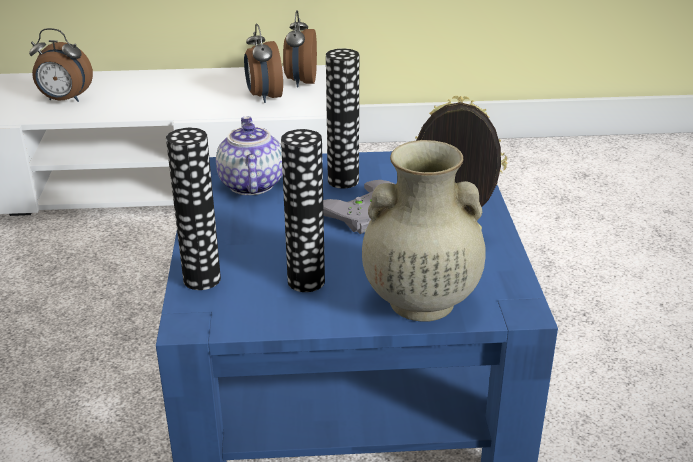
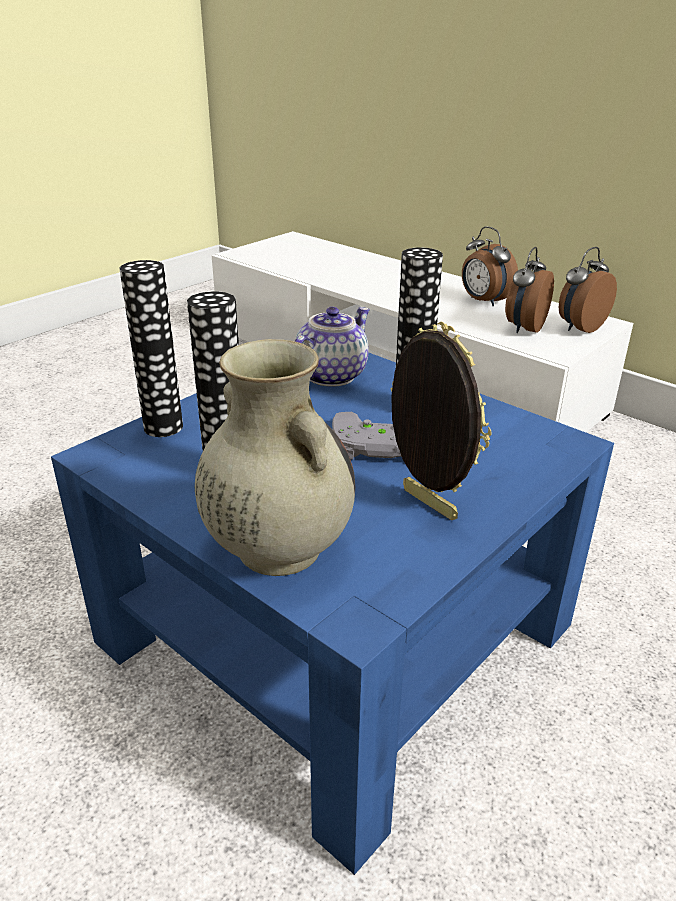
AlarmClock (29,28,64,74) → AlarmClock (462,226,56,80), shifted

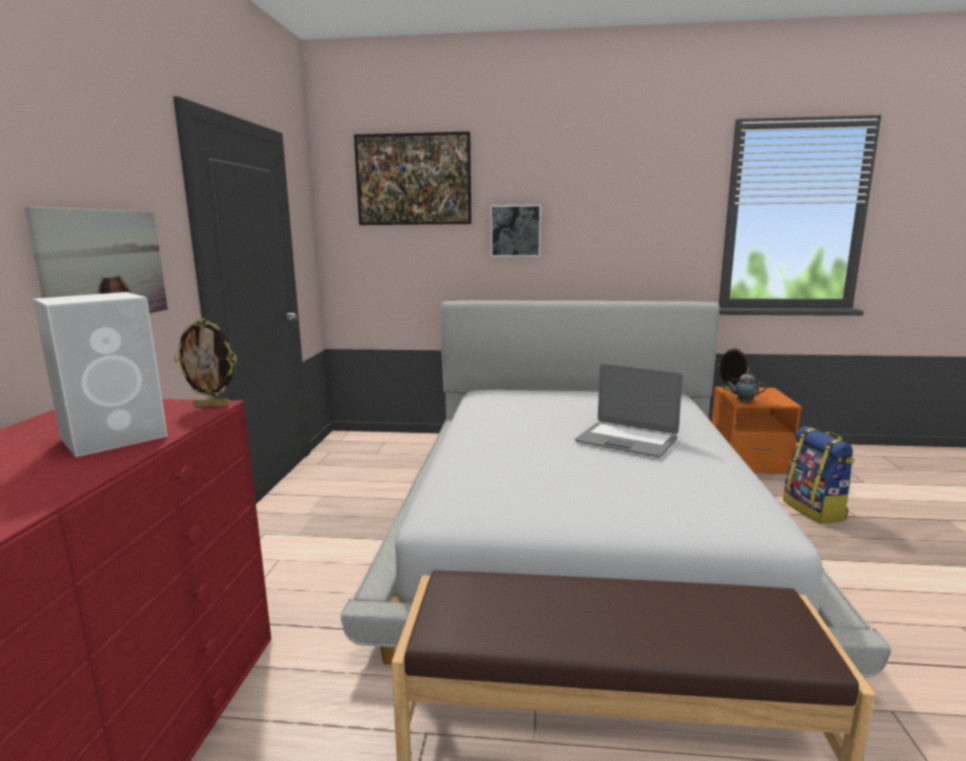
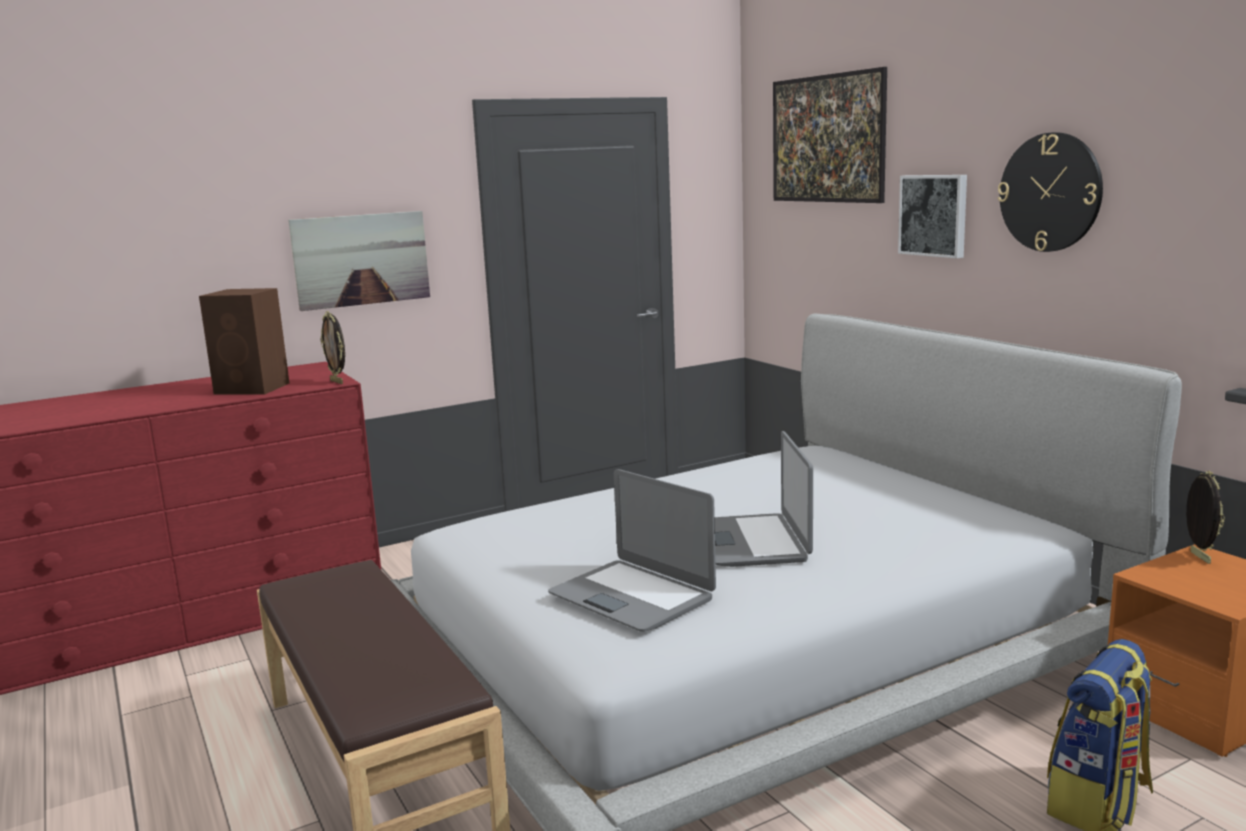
WhiteSpeaker (33,292,135,165) → BrownSpeaker (199,288,90,107)
Teapot (726,372,41,31) → -
- → Laptop (548,469,168,163)
- → WallClock (998,132,105,120)

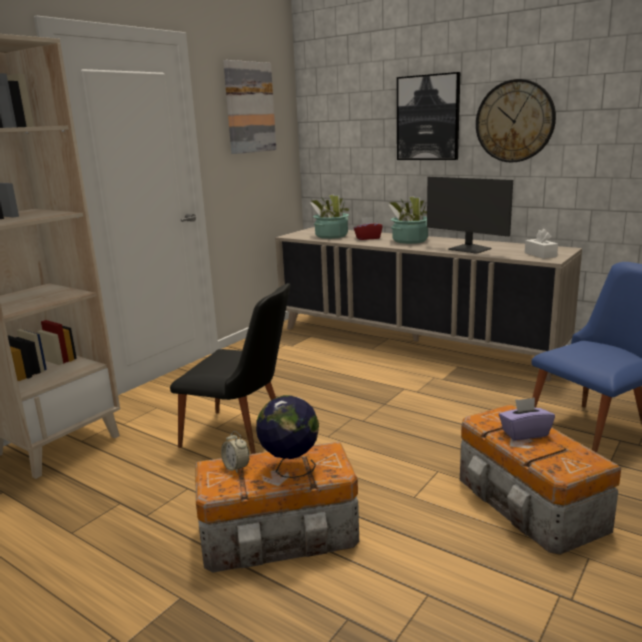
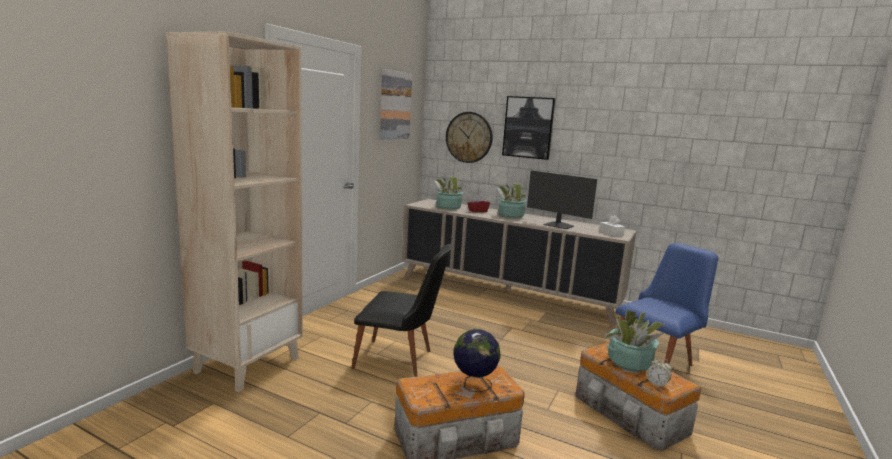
AlarmClock (221,431,28,43) → AlarmClock (646,357,26,32), shifted
WallClock (476,79,80,84) → WallClock (446,112,46,51), shifted
PurpleTissueBox (499,398,56,43) → PottedPlant (605,310,59,62)

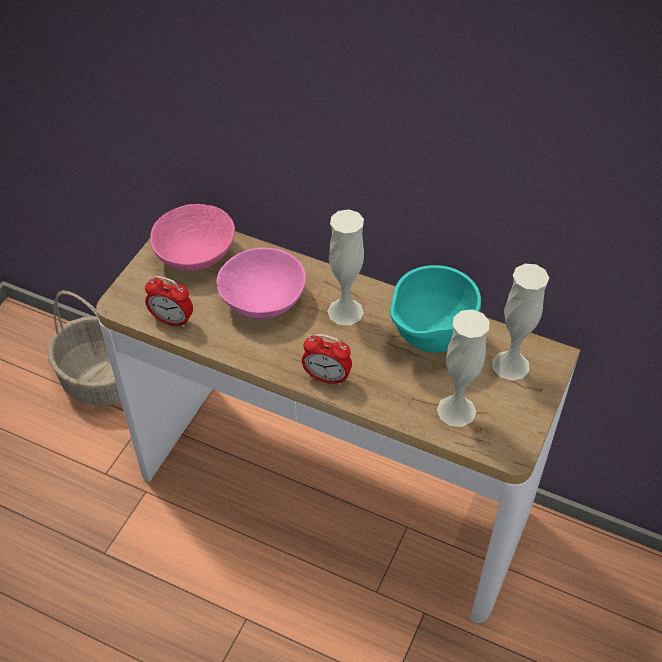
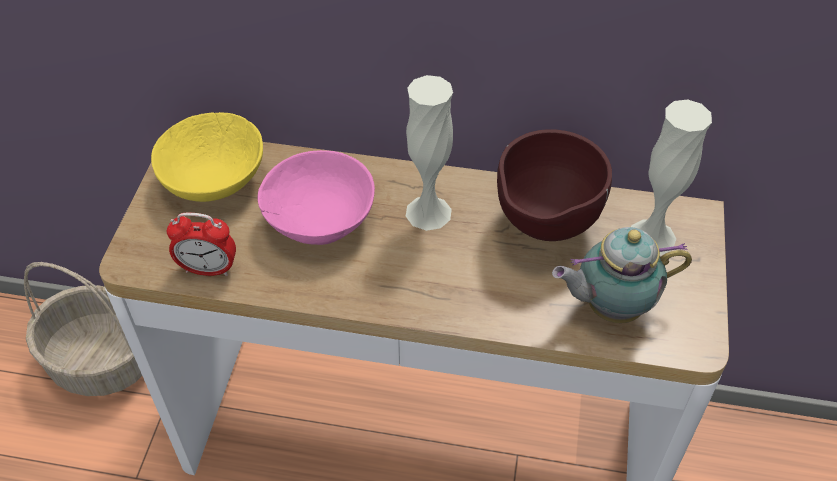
PinkBowl (150,204,85,67) → YellowBowl (151,112,112,90)
AlarmClock (302,334,50,51) → -
TurquoiseBowl (390,265,91,88) → BrownBowl (497,129,115,112)
WhiteVase (437,309,53,118) → Teapot (552,227,140,96)

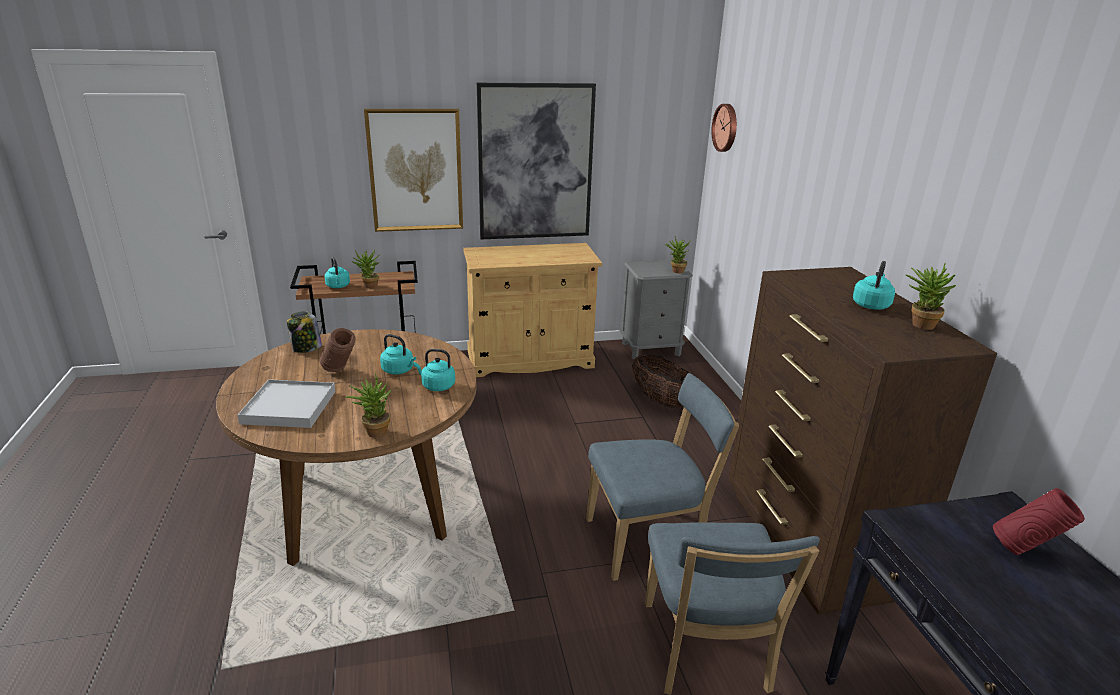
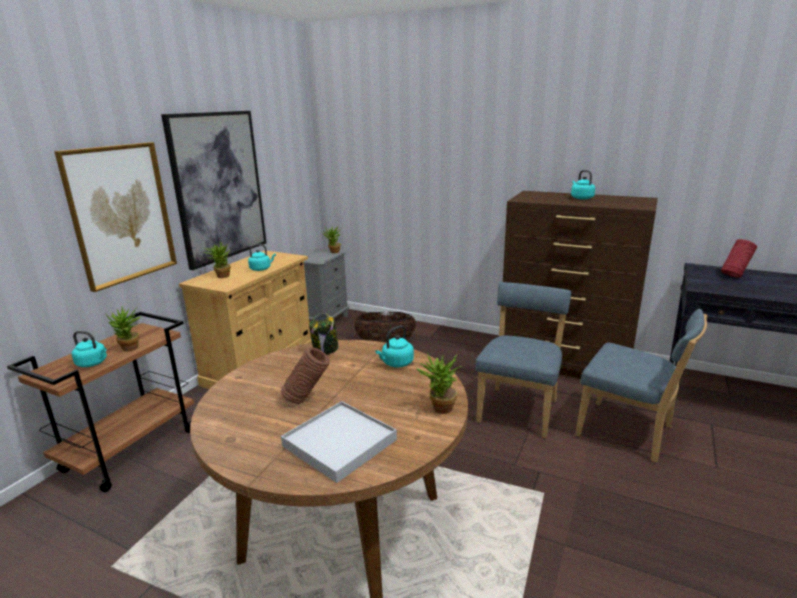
Jar (287,311,35,42) → Jar (309,313,30,42), shifted
TurquoiseKettle (380,334,36,40) → TurquoiseKettle (248,244,28,27), shifted
WallClock (711,104,26,48) → -
PottedPlant (906,264,50,66) → PottedPlant (203,242,28,36), shifted

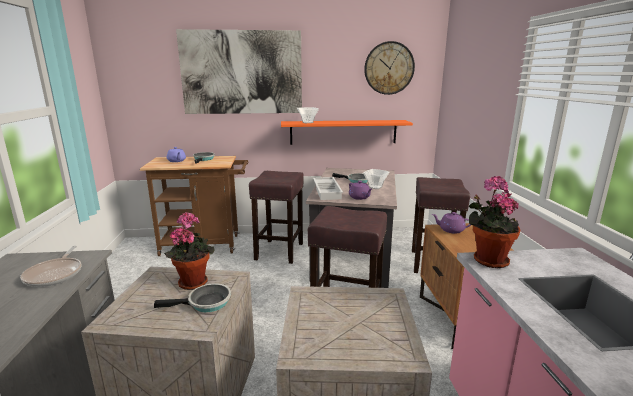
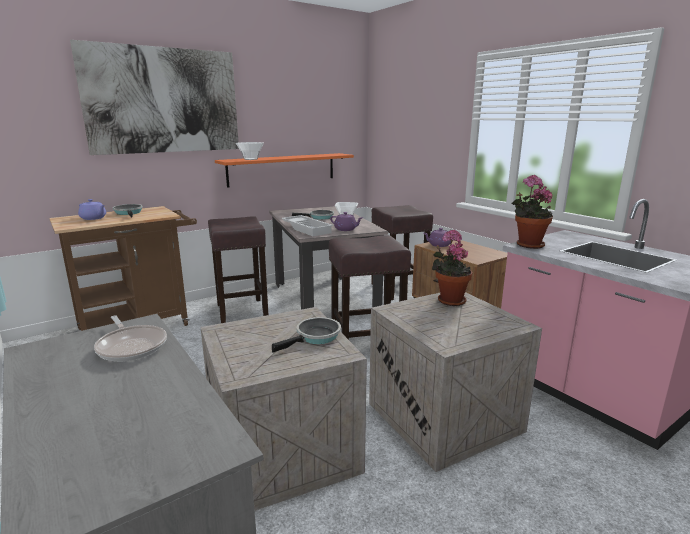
PottedPlant (164,212,50,78) → PottedPlant (432,230,41,76), shifted
WallClock (364,41,51,54) → -

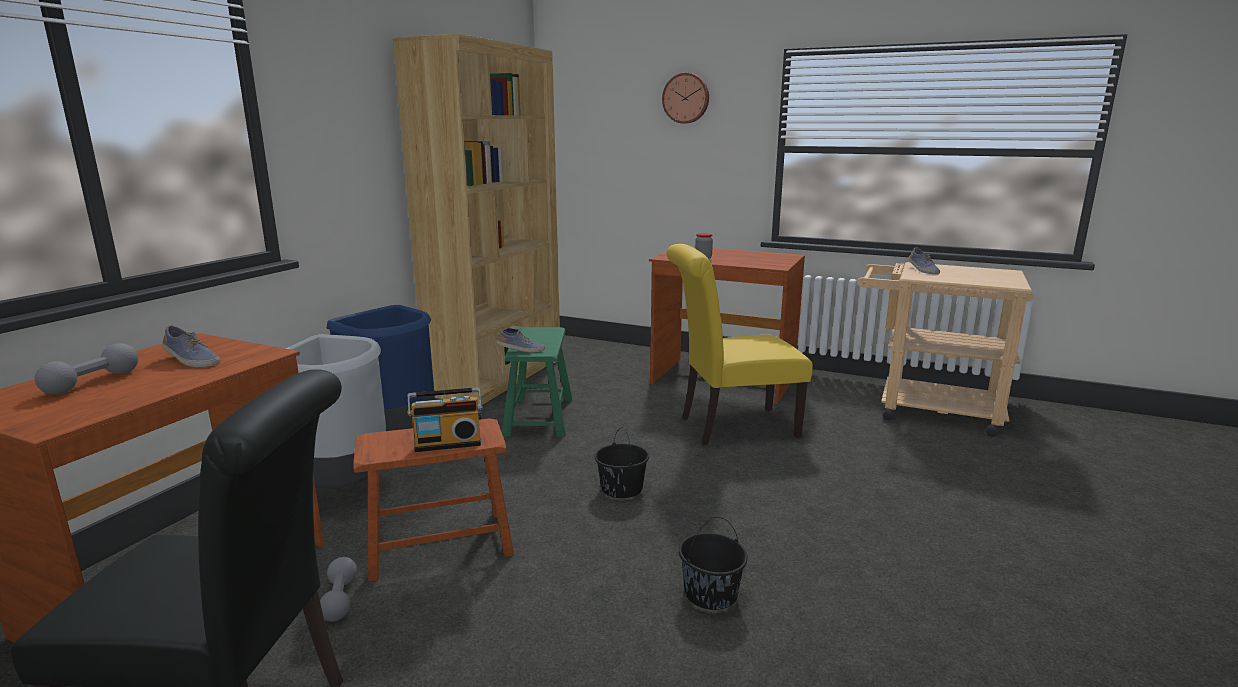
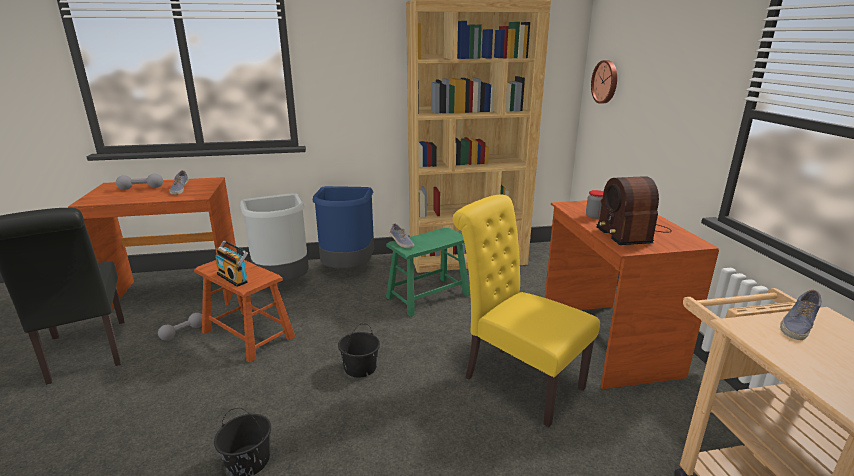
WallClock (662,73,47,51) → WallClock (591,60,26,44), shifted
- → Radio (596,176,76,69)

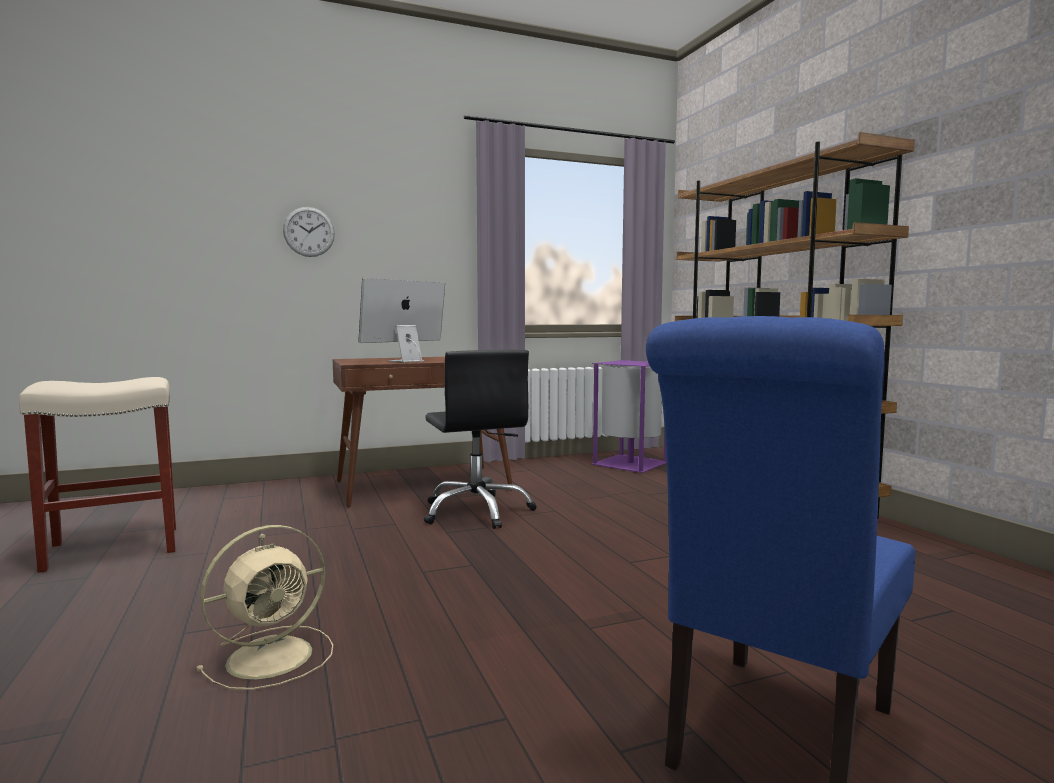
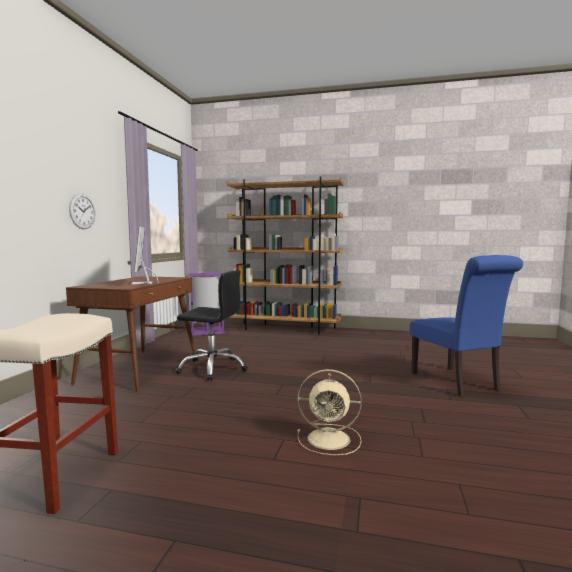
BeigeFan (196,525,137,165) → BeigeFan (298,369,64,86), 105 degrees clockwise
WallClock (283,207,52,50) → WallClock (69,194,27,35), shifted

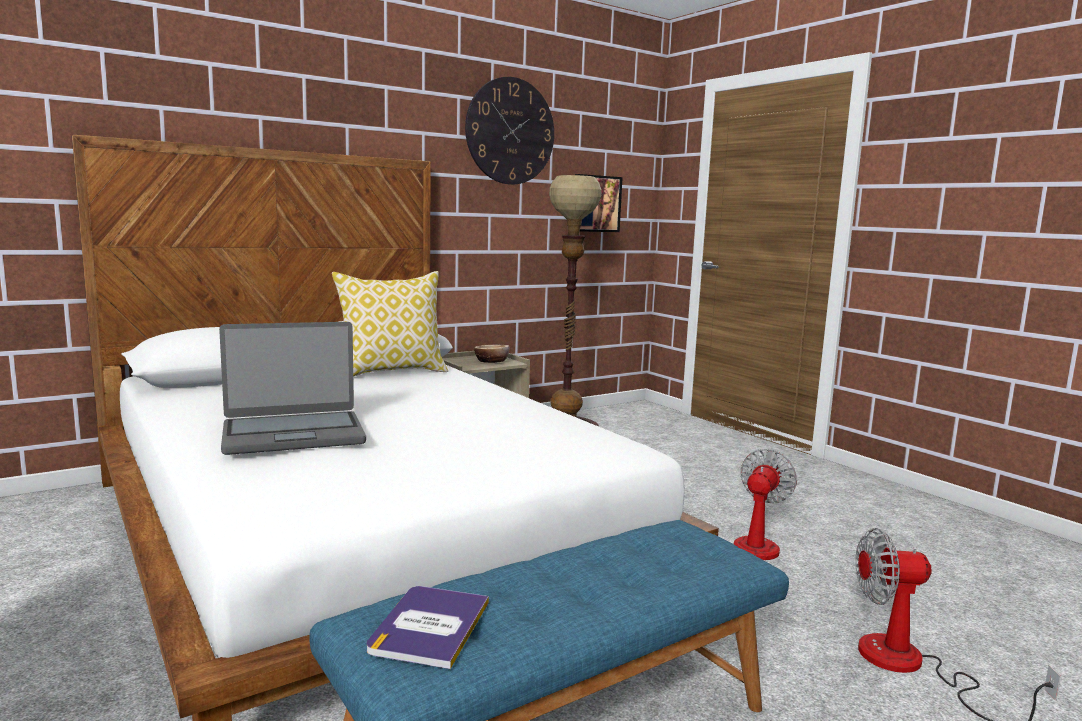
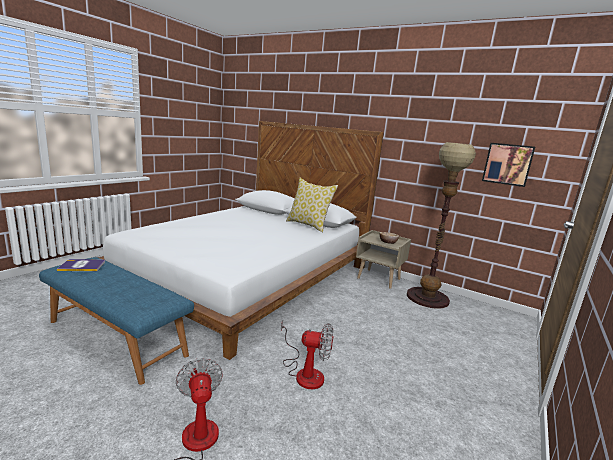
Laptop (219,322,147,133) → -
WallClock (465,77,89,108) → -

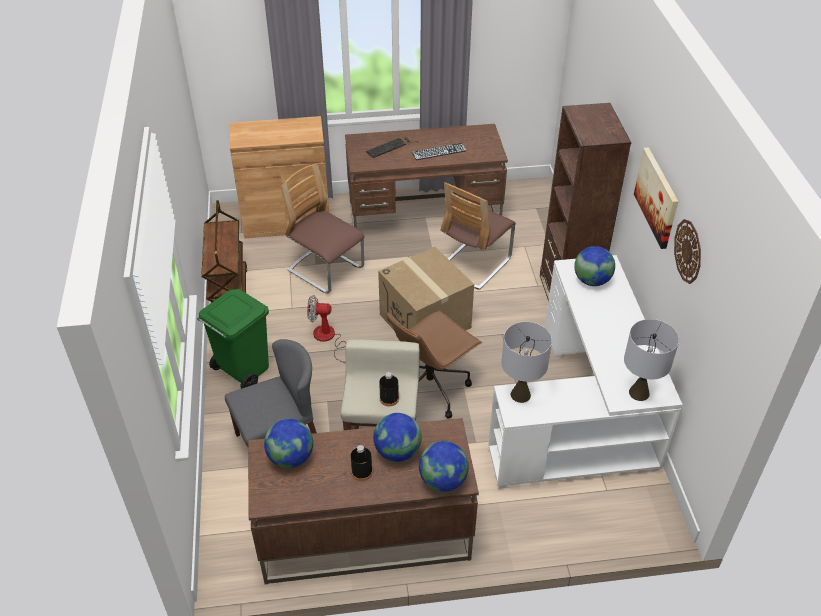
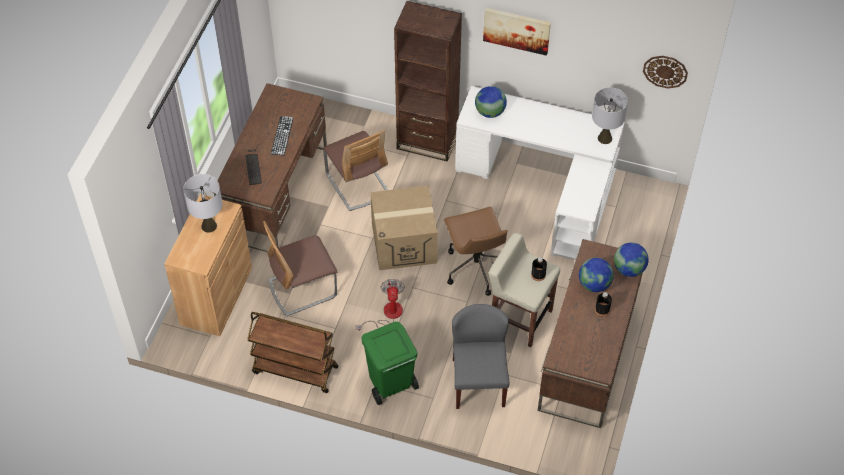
Globe (264,419,49,49) → -
Fan (307,295,39,67) → Fan (356,279,49,52), 150 degrees clockwise
GreyTableLamp (501,322,51,81) → GreyTableLamp (183,174,40,59), shifted
WallClock (674,219,27,65) → WallClock (643,56,45,32), shifted

